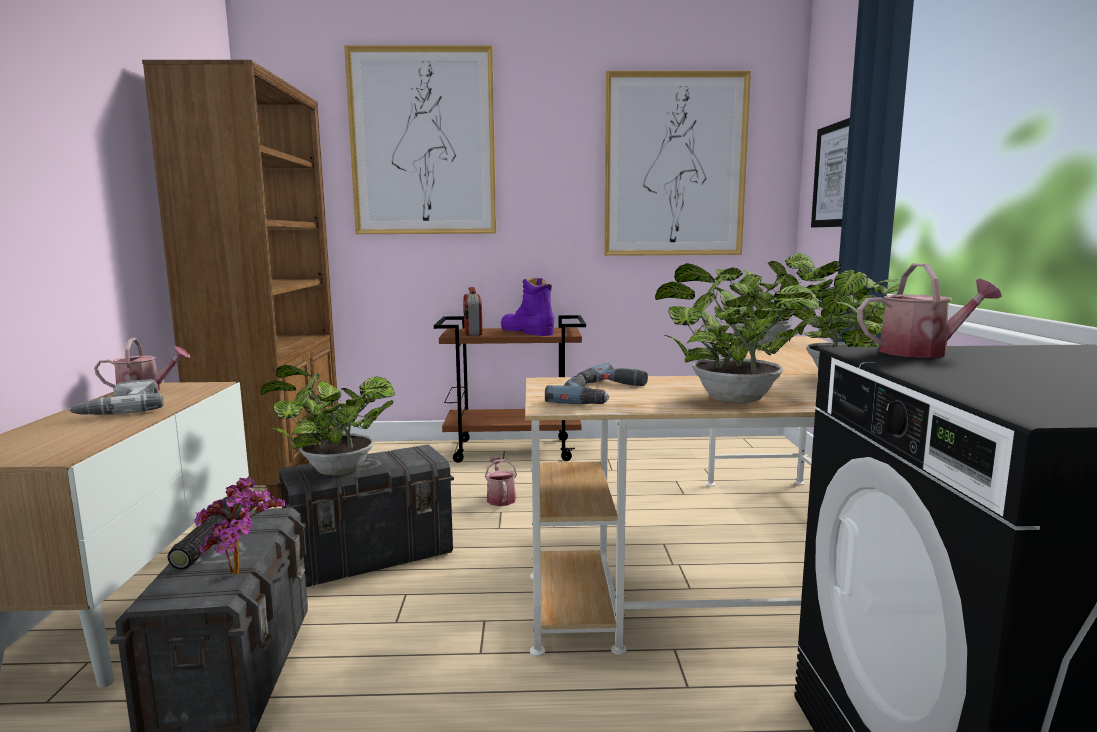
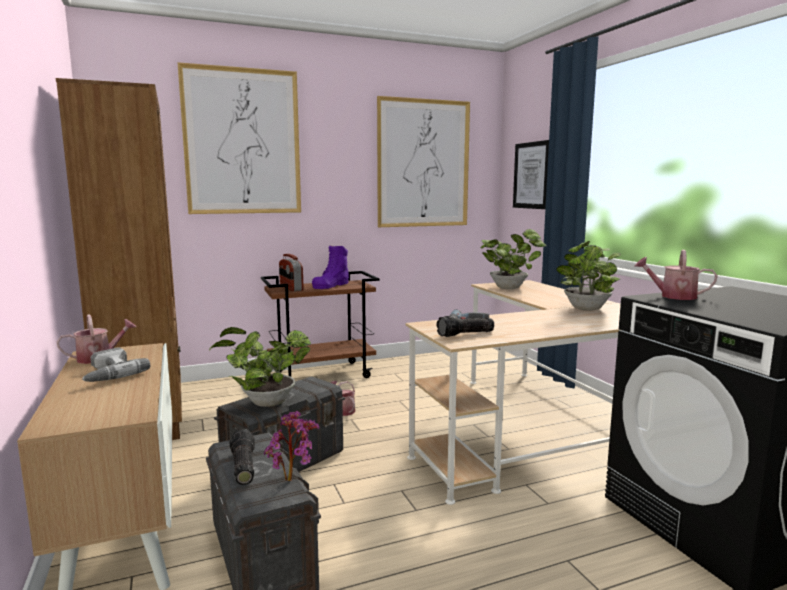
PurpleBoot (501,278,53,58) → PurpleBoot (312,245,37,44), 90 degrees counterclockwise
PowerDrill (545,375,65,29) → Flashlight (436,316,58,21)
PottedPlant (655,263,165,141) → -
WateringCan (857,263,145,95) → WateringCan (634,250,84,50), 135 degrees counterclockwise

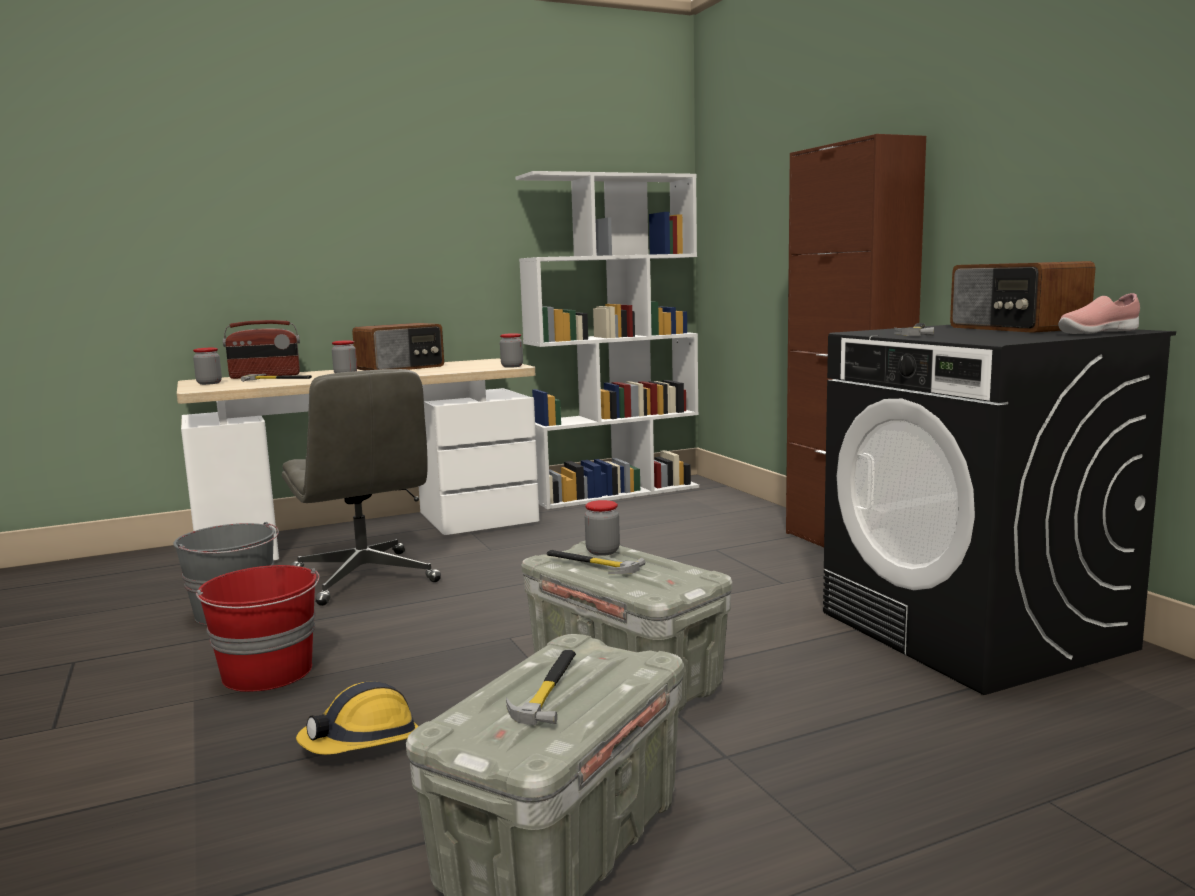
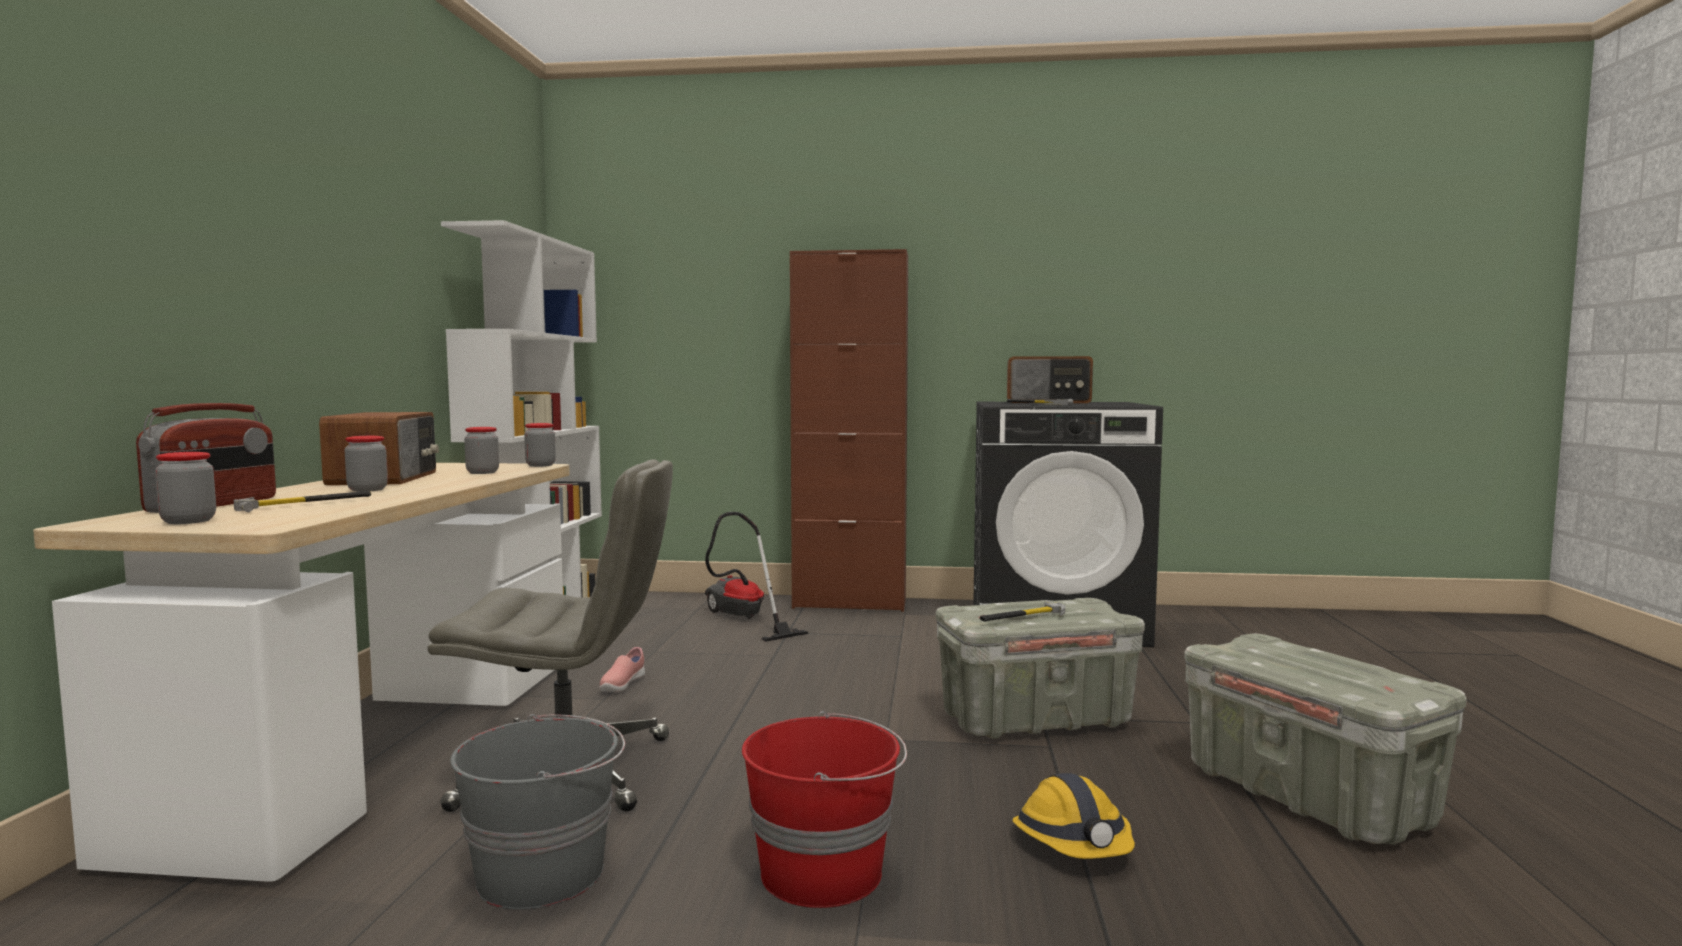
Hammer (506,650,70,75) → -
Jar (585,500,35,56) → Jar (464,427,35,47), shifted
PinkShoe (1058,293,82,41) → PinkShoe (599,647,46,45), shifted
- → VacuumCleaner (705,512,104,130)

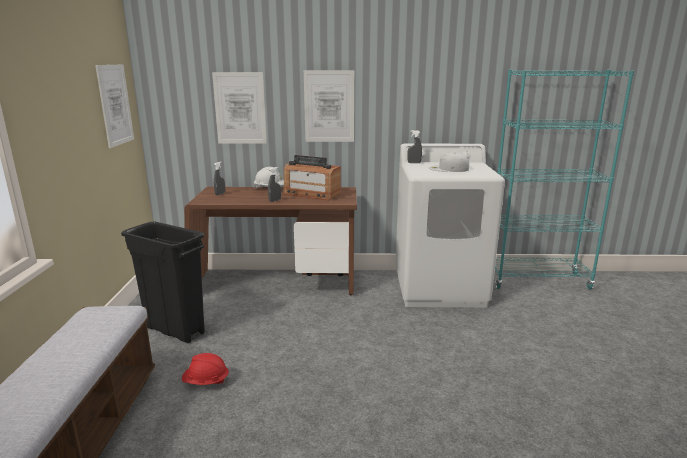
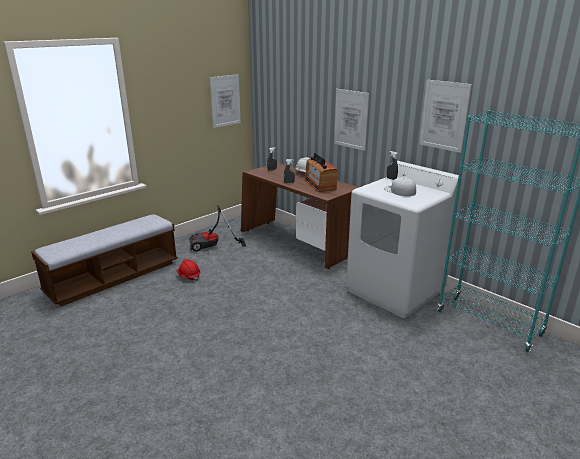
BlackTrashCan (121,221,84,122) → VacuumCleaner (190,205,56,46)
Picture (212,72,55,72) → Picture (419,80,53,73), shifted

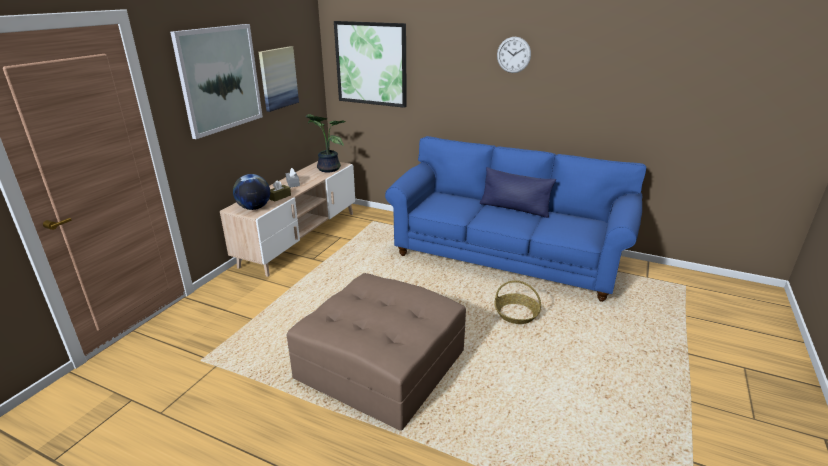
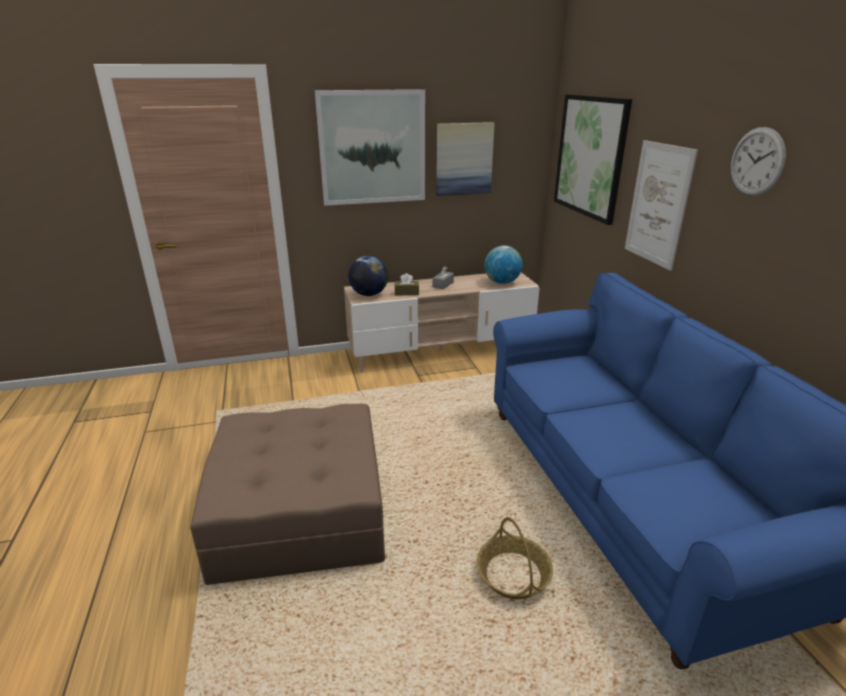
PottedPlant (306,114,40,58) → Globe (484,246,39,38)
BluePillow (480,167,76,51) → -
- → Picture (625,140,73,131)

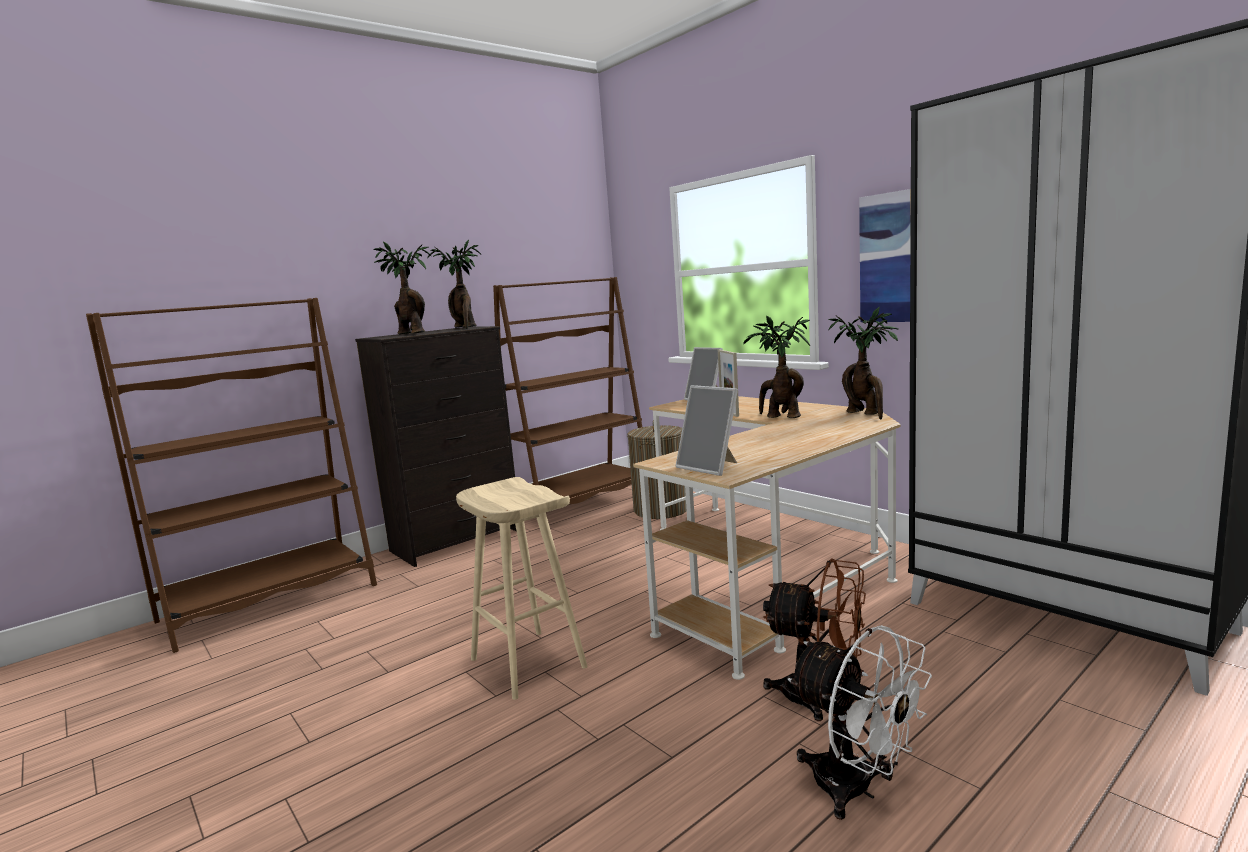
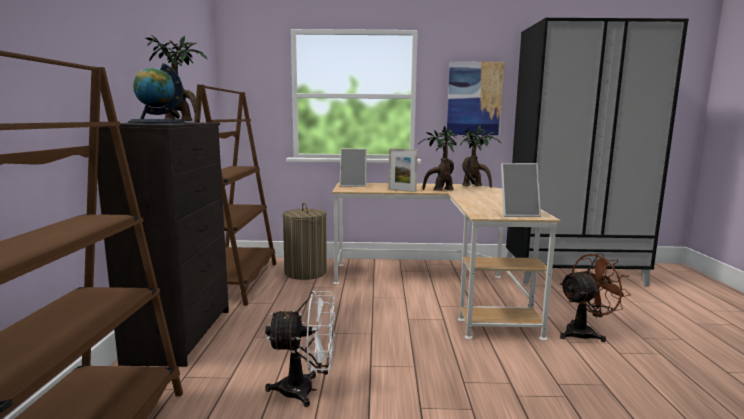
PottedPlant (373,242,58,92) → Globe (128,63,57,60)
BeigeStool (456,477,132,223) → -
WhiteFan (788,625,144,195) → WhiteFan (265,291,70,116), shifted

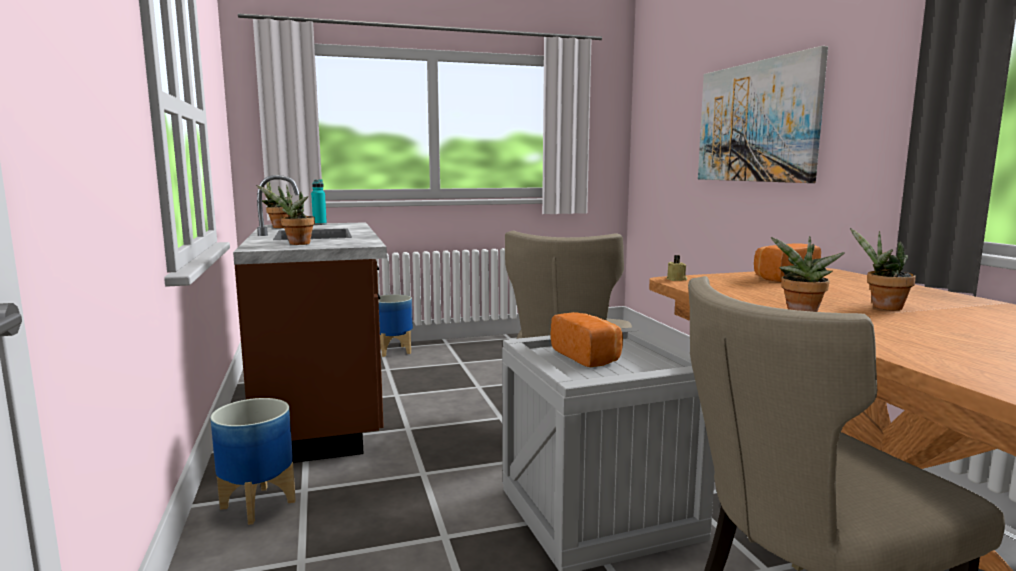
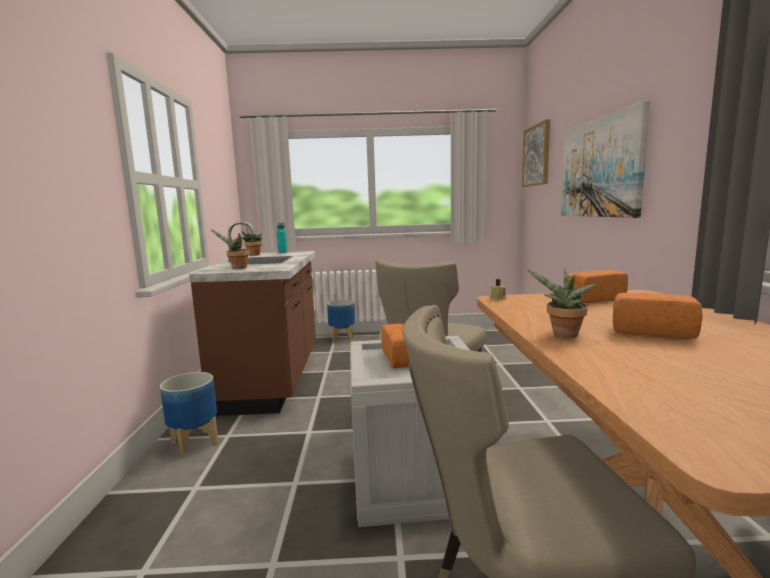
PottedPlant (850,228,66,82) → Bread (613,292,89,47)
- → Picture (522,119,28,68)

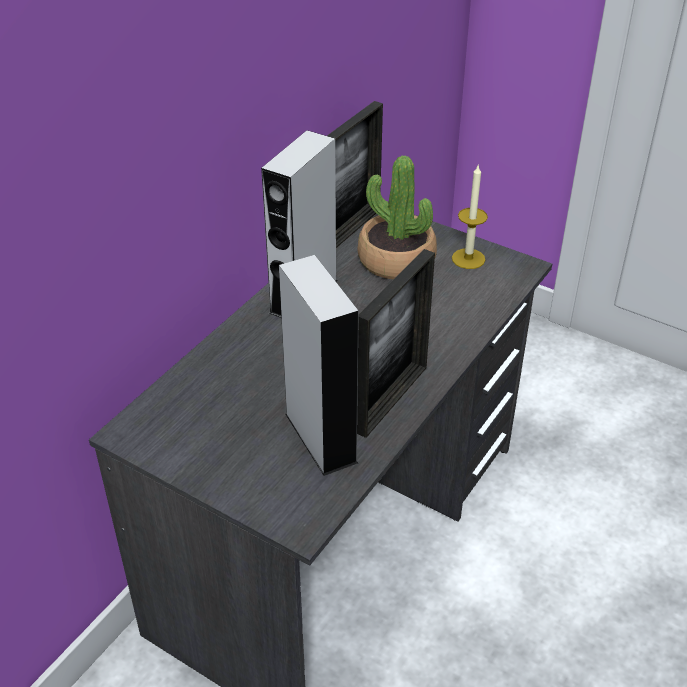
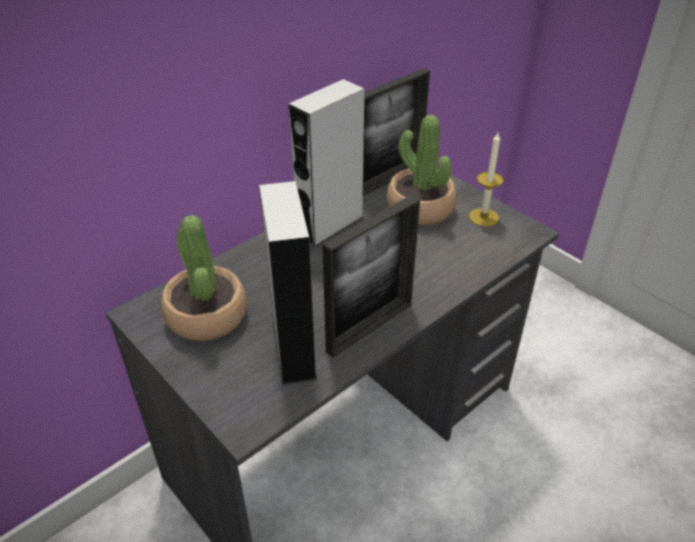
- → PottedPlant (161,215,86,126)

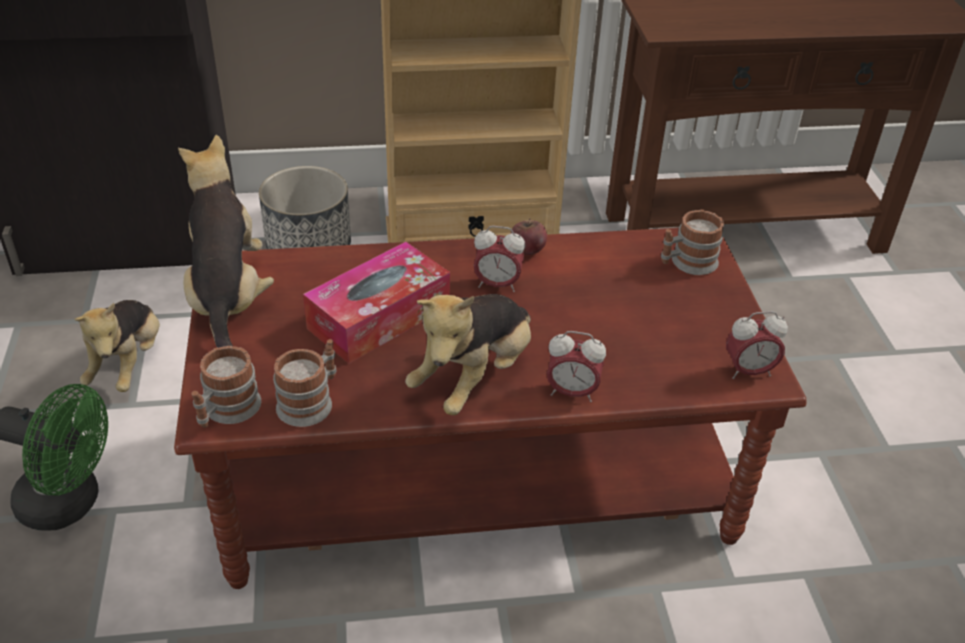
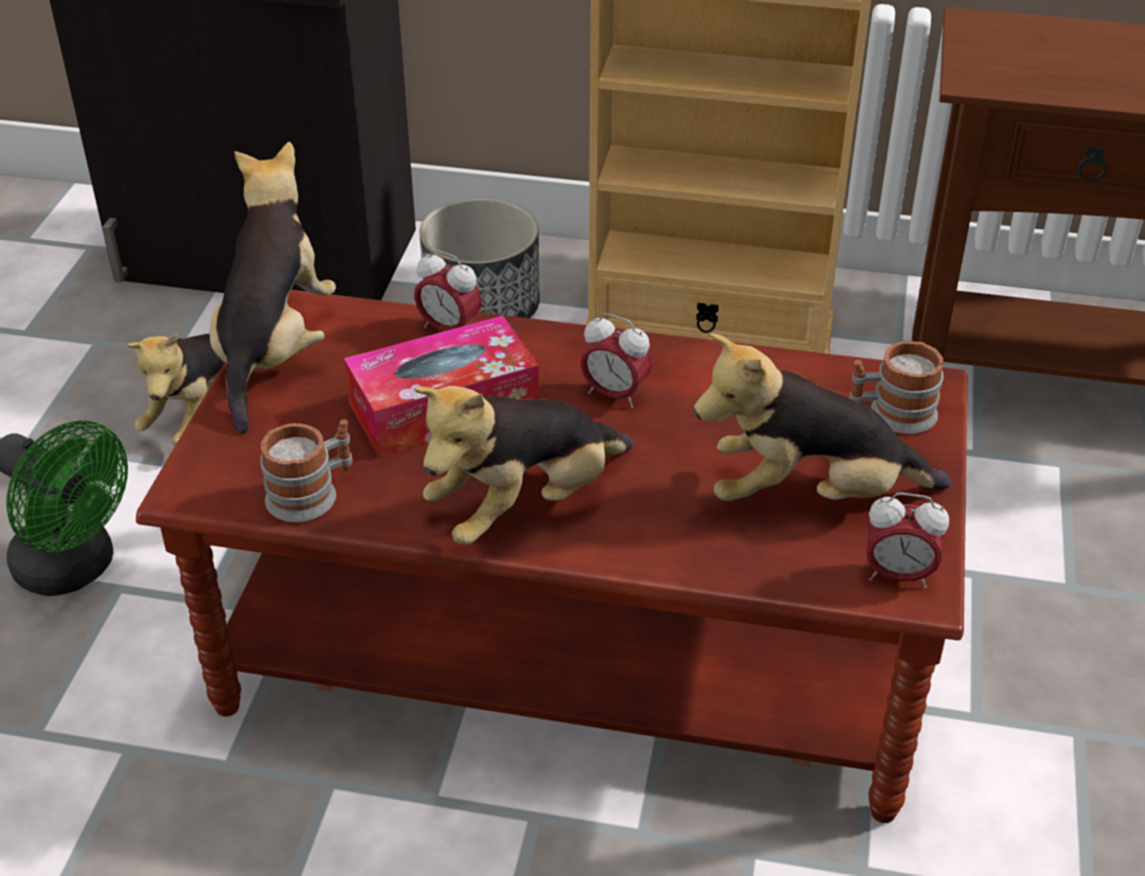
Mug (191,346,70,82) → -
Apple (511,219,36,36) → -
AlarmClock (547,331,59,71) → AlarmClock (414,250,68,81), shifted
- → PlushToy (694,333,258,168)

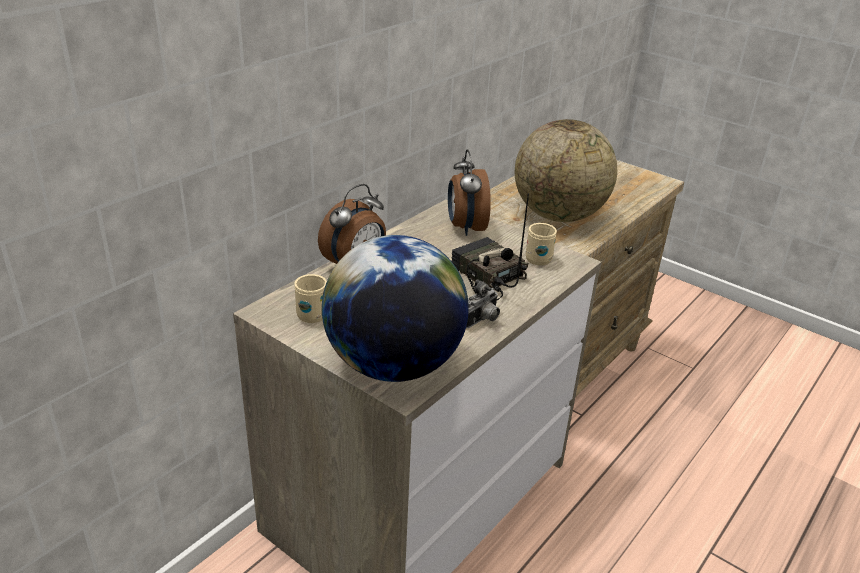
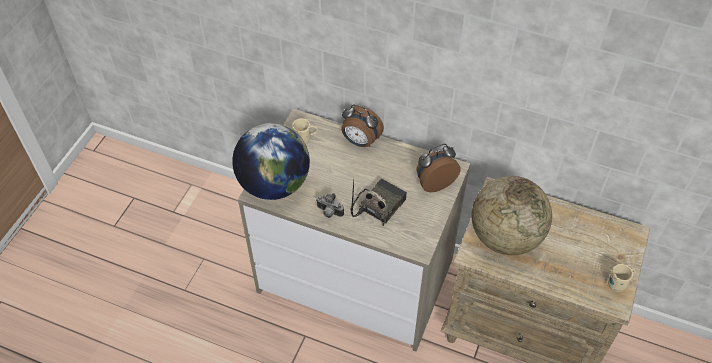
BeigeMug (526,223,31,43) → BeigeMug (608,264,27,28), shifted

